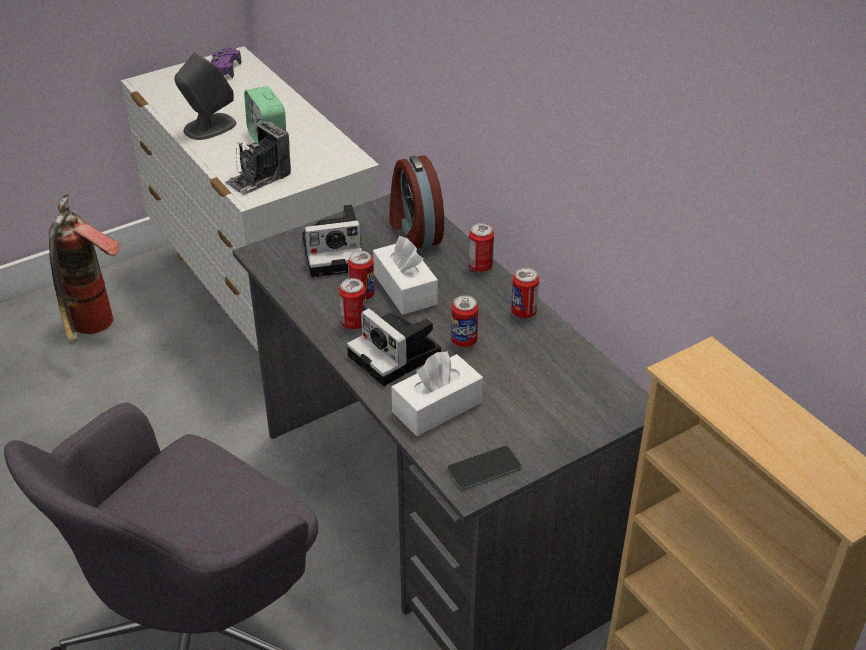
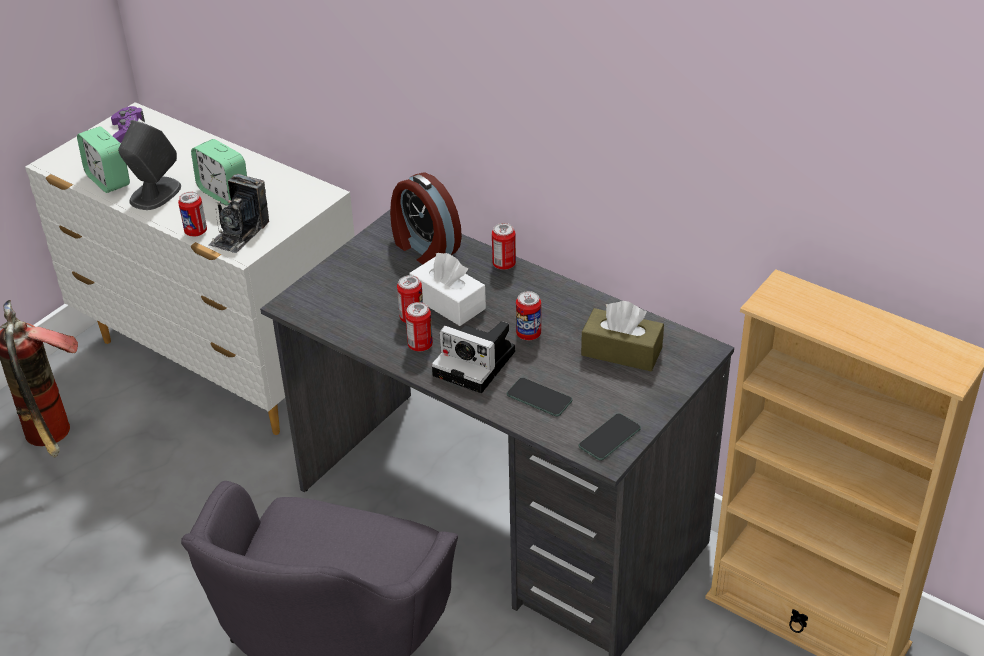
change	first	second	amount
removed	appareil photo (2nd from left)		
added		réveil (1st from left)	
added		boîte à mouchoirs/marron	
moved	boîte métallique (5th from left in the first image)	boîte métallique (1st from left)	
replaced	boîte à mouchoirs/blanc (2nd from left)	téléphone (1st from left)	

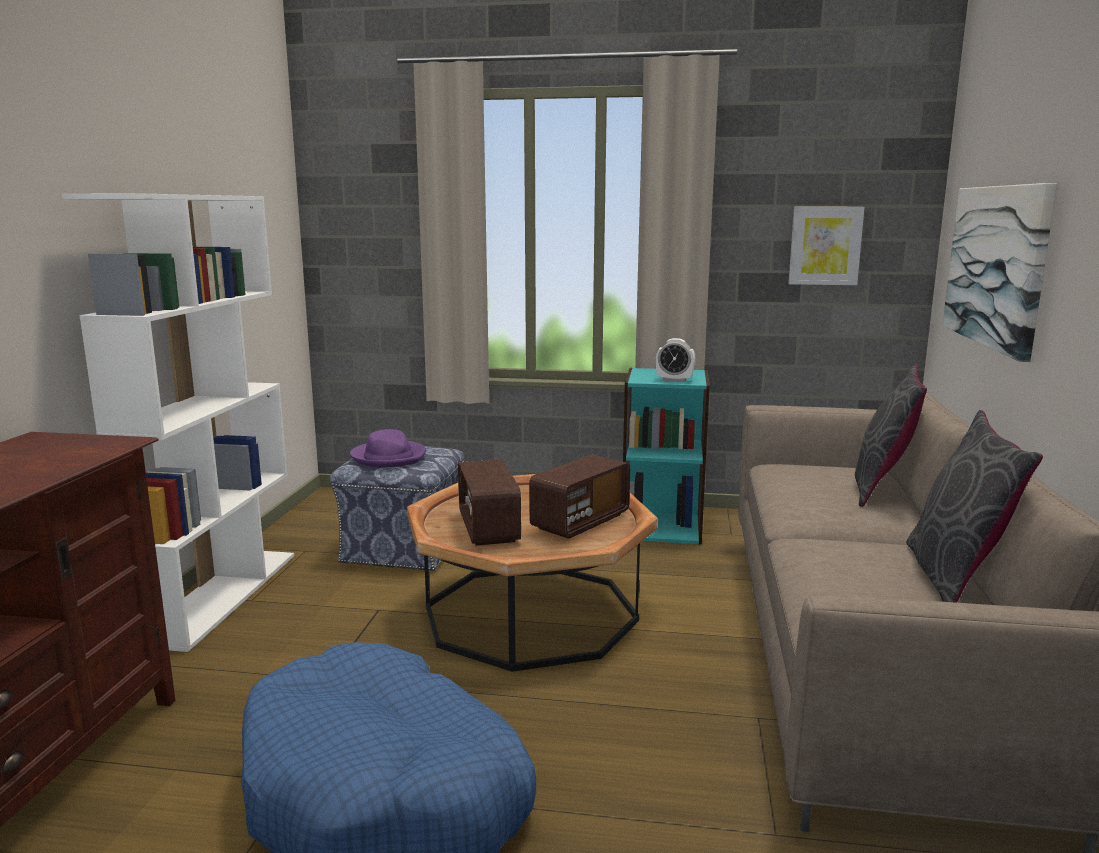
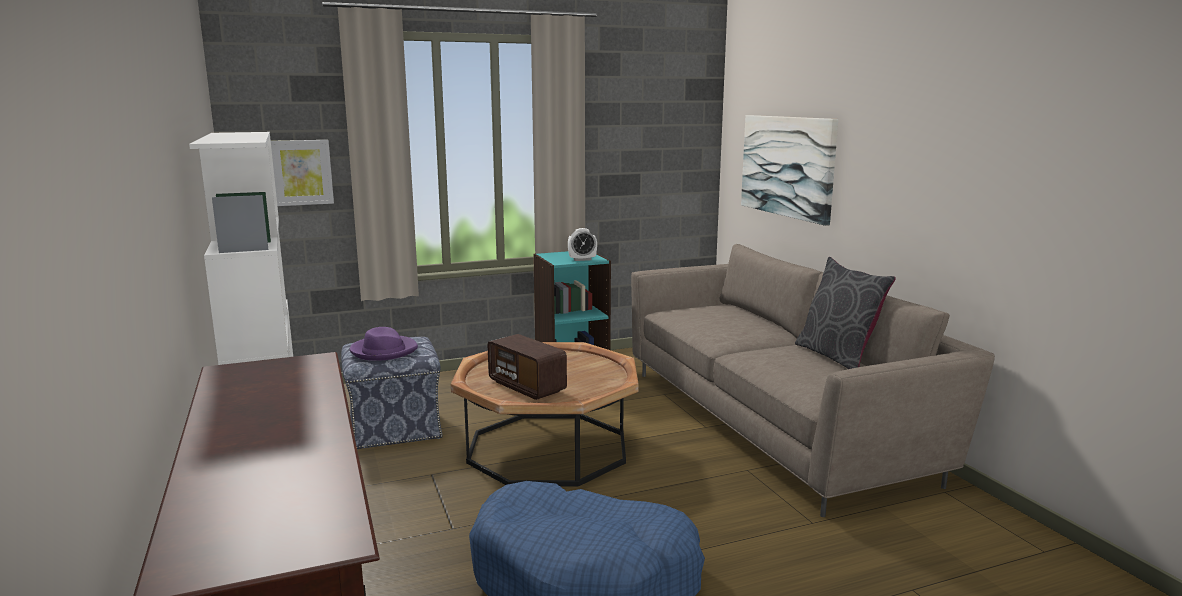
change	first	second	amount
removed	radio (2nd from left)		
removed	coussin/gris (1st from left)		
moved	tableau (1st from left)		

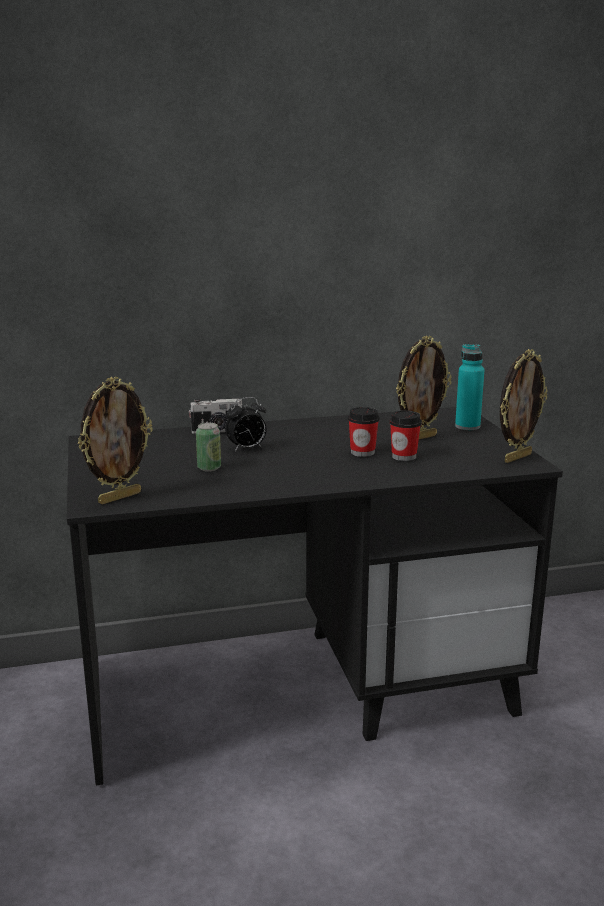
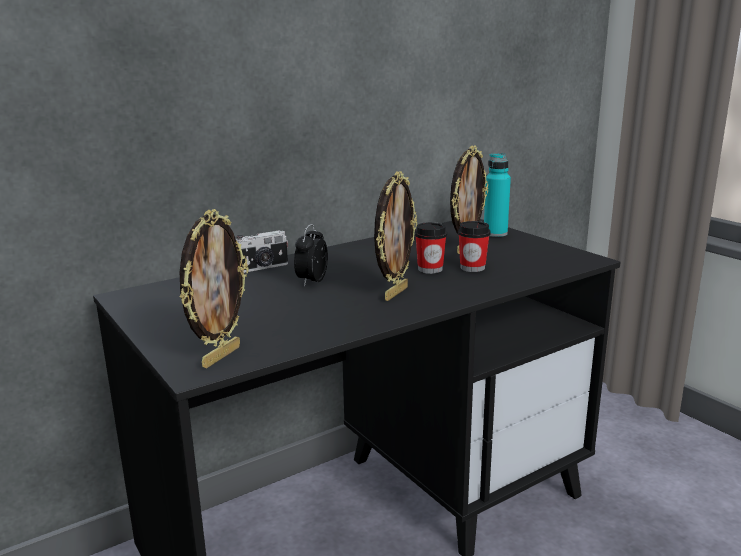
change	first	second	amount
removed	boîte métallique		
moved	cadre photo (3rd from left in the first image)	cadre photo (2nd from left)	
turned	réveil		150 degrees clockwise

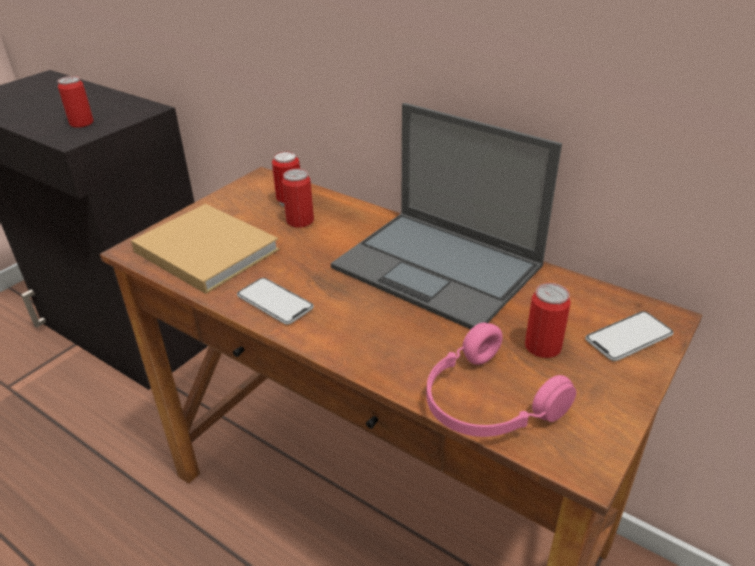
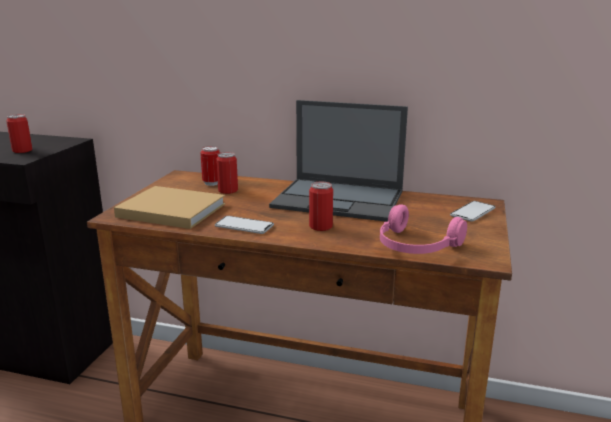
change	first	second	amount
moved	boîte métallique (4th from left)		

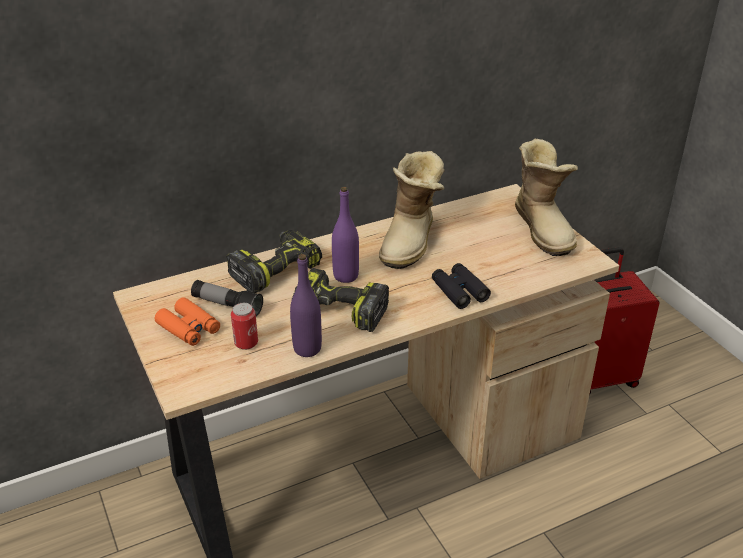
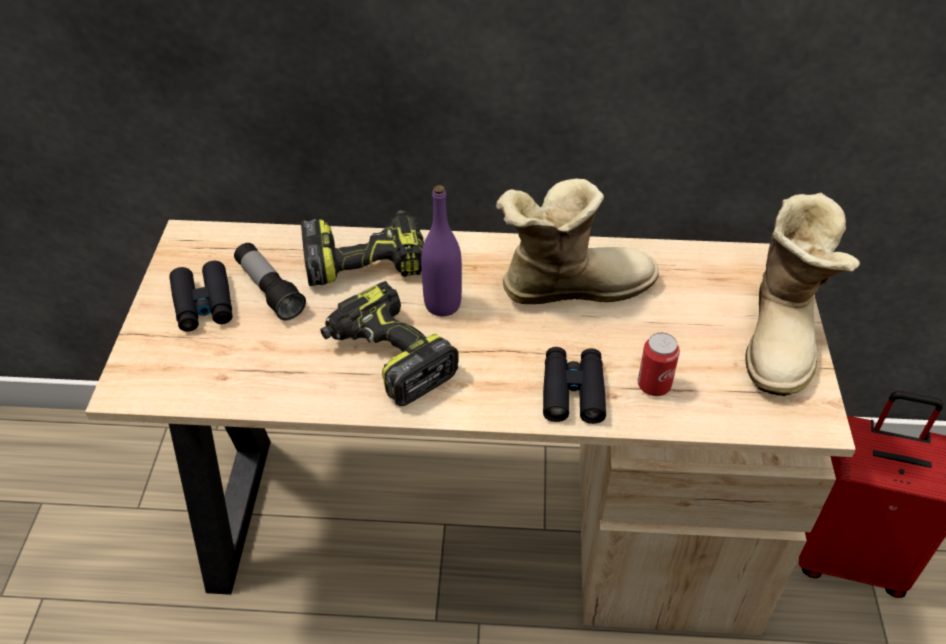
change	first	second	amount
removed	bouteille/violet (1st from left)		
moved	boîte métallique		
recoloured	jumelles/orange	jumelles/noir (1st from left)	
turned	botte (1st from left)		150 degrees counterclockwise

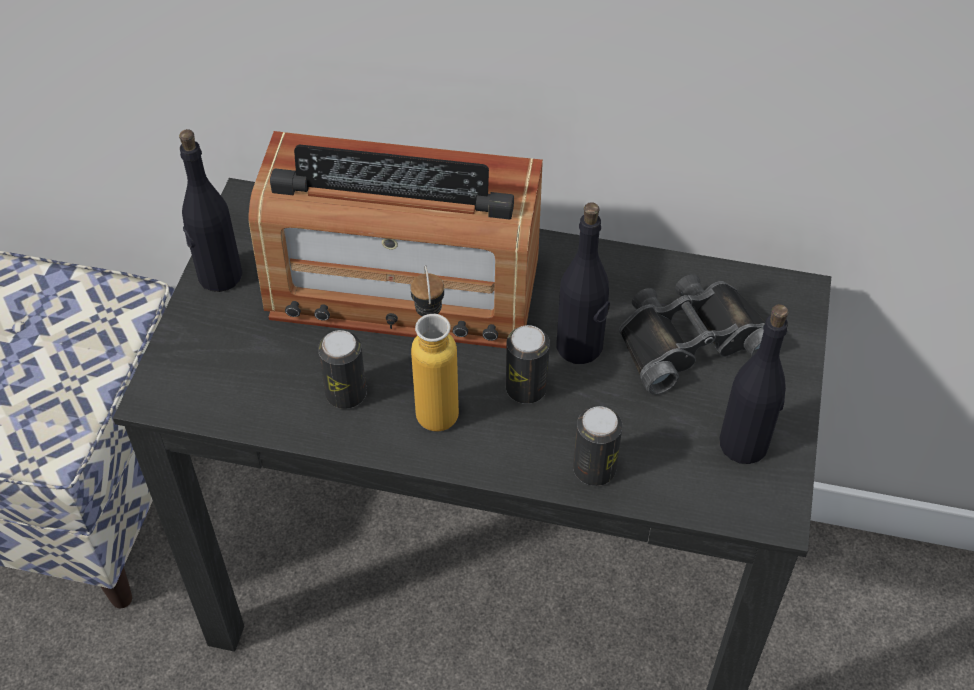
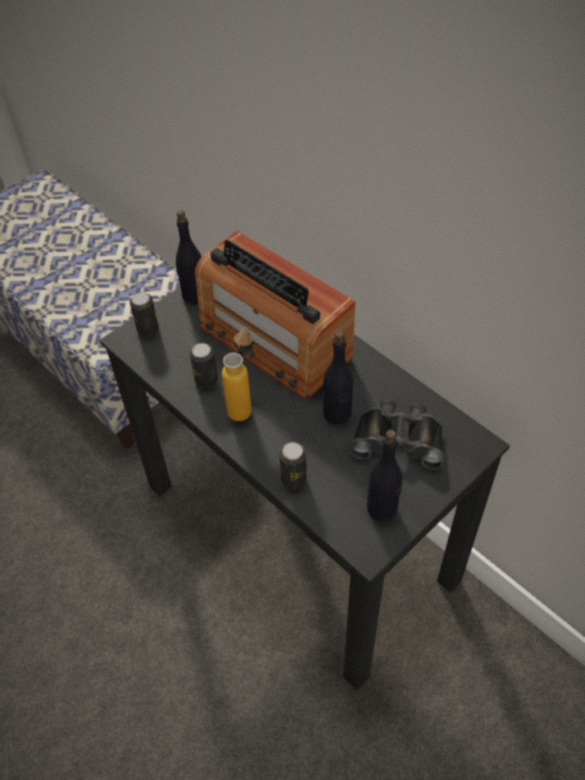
change	first	second	amount
moved	boîte métallique (2nd from left in the first image)	boîte métallique (1st from left)	

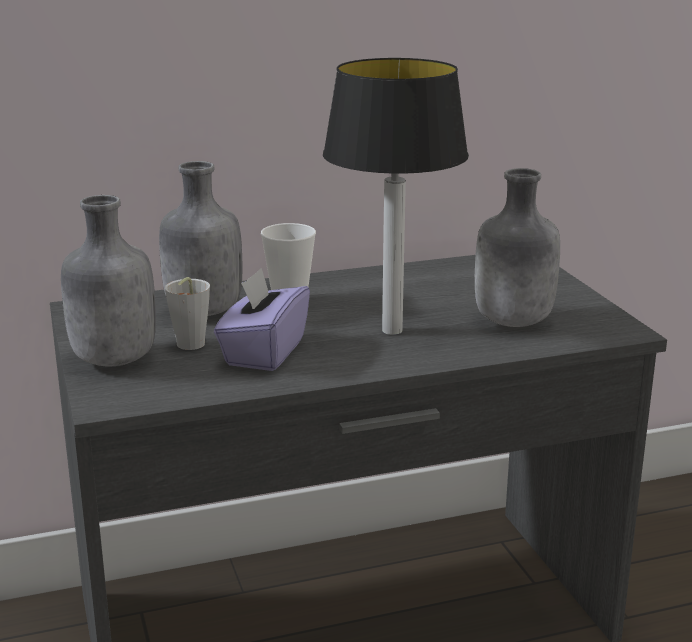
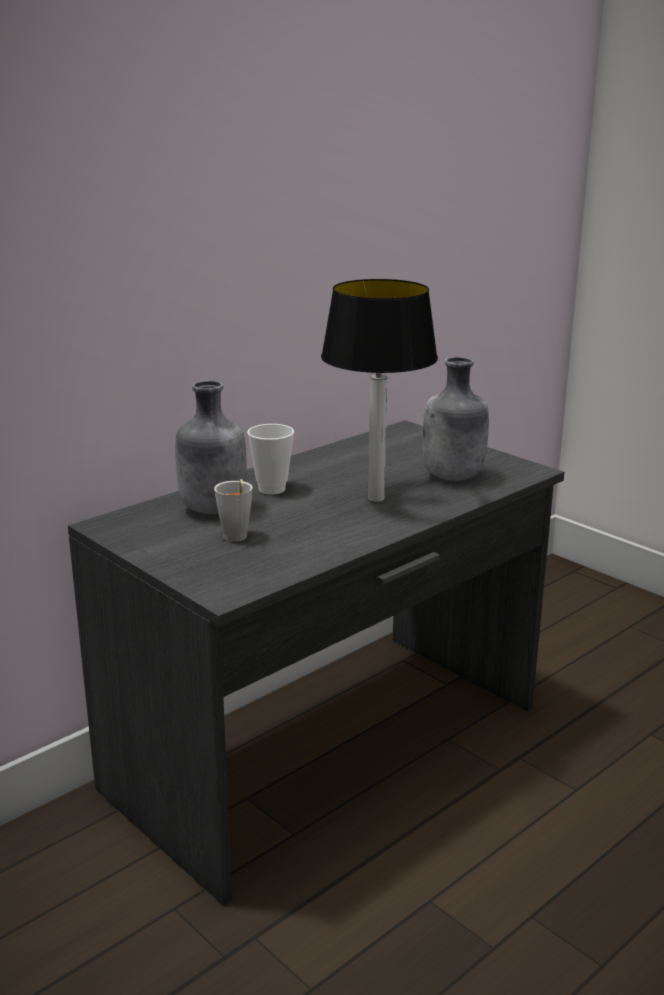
change	first	second	amount
removed	bouteille/gris (1st from left)		
removed	boîte à mouchoirs/violet		

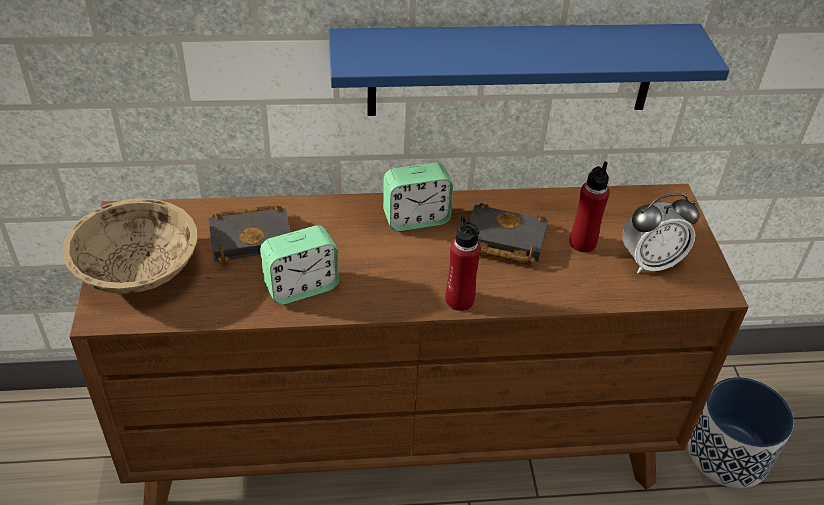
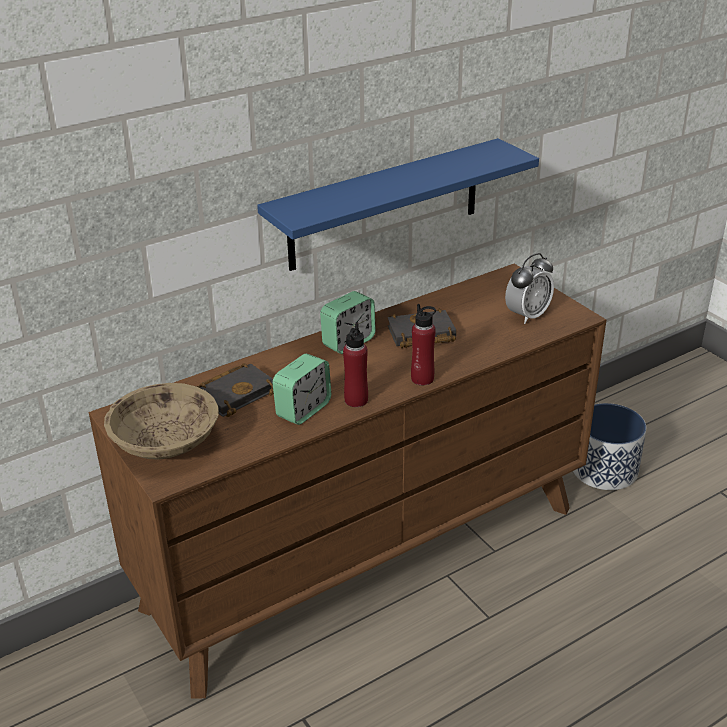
change	first	second	amount
moved	bouteille/rouge (2nd from left in the first image)	bouteille/rouge (1st from left)	

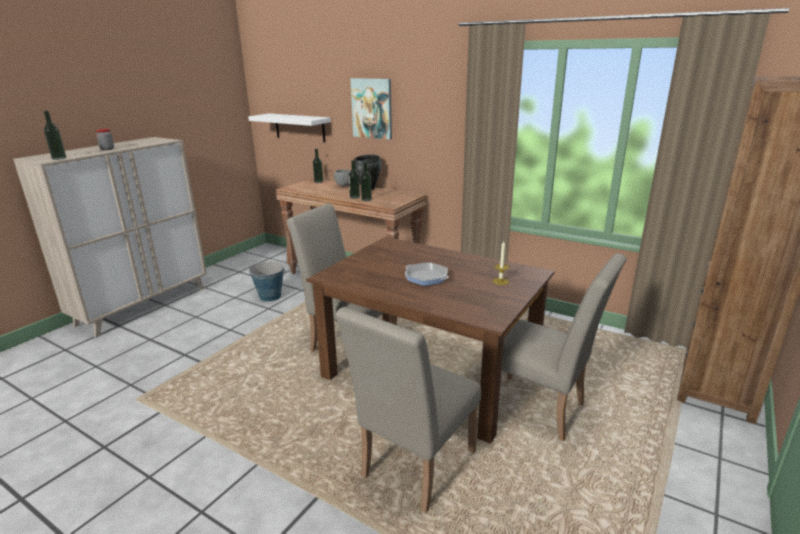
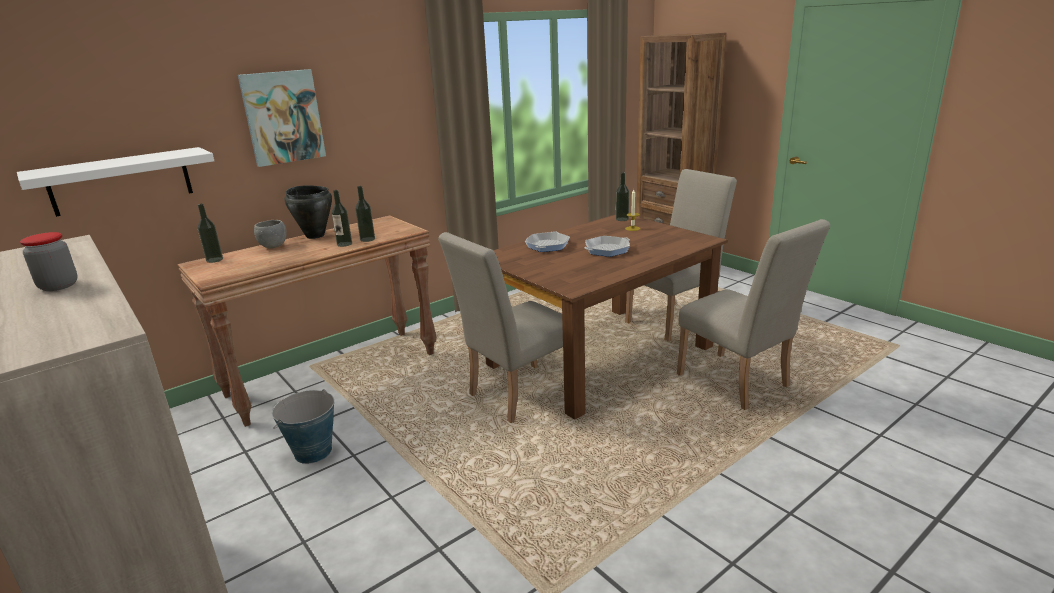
change	first	second	amount
added		poêle (1st from left)	
moved	bouteille (1st from left in the first image)	bouteille (4th from left)	

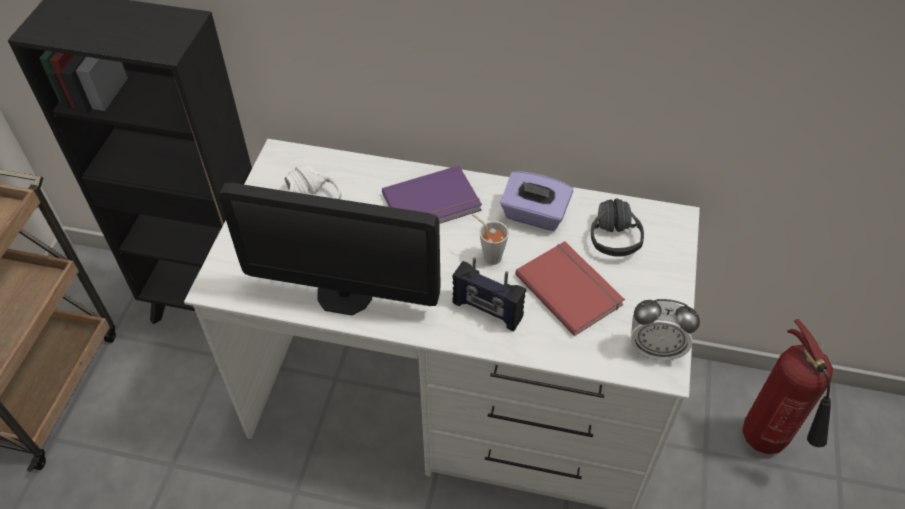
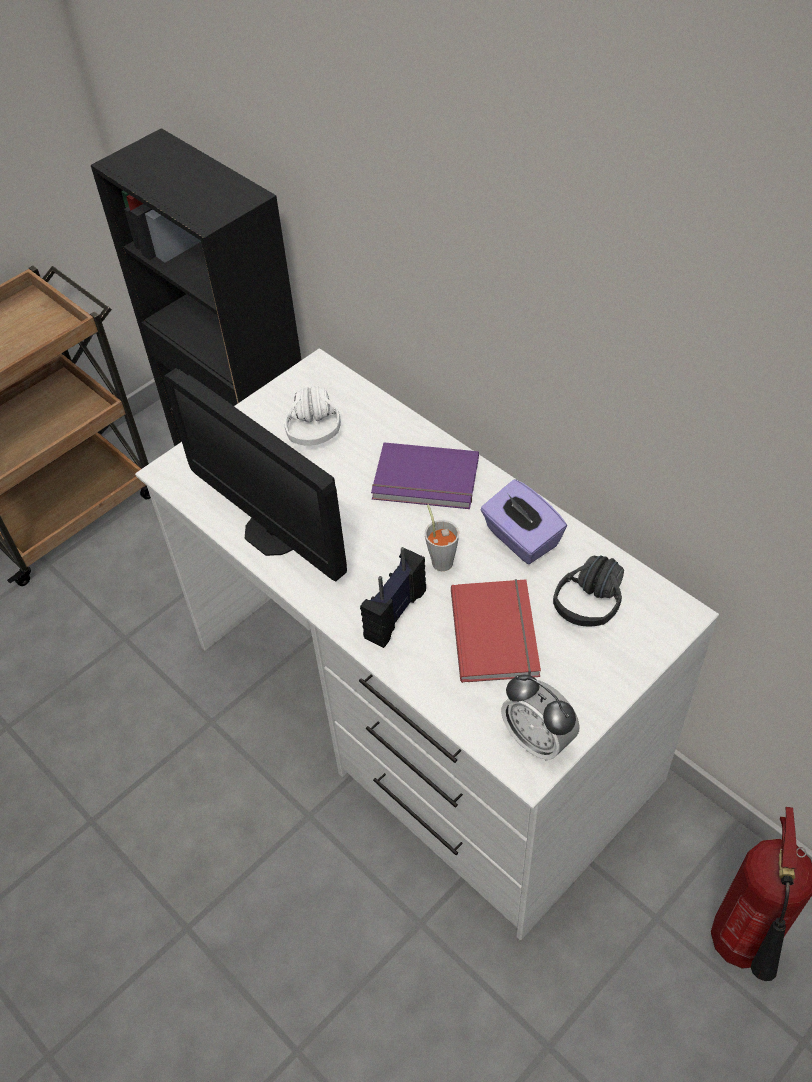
change	first	second	amount
turned	radio		60 degrees clockwise

